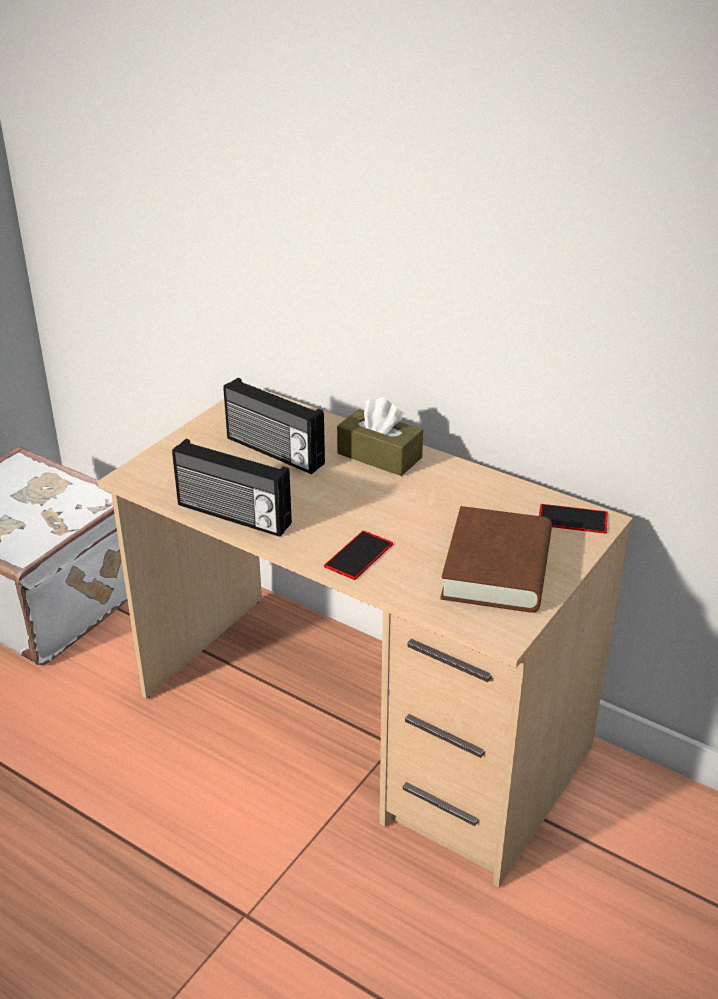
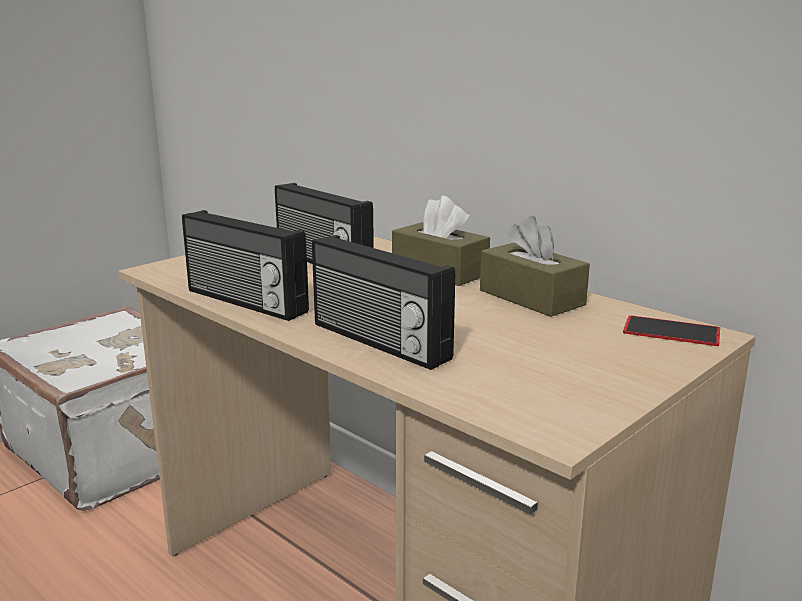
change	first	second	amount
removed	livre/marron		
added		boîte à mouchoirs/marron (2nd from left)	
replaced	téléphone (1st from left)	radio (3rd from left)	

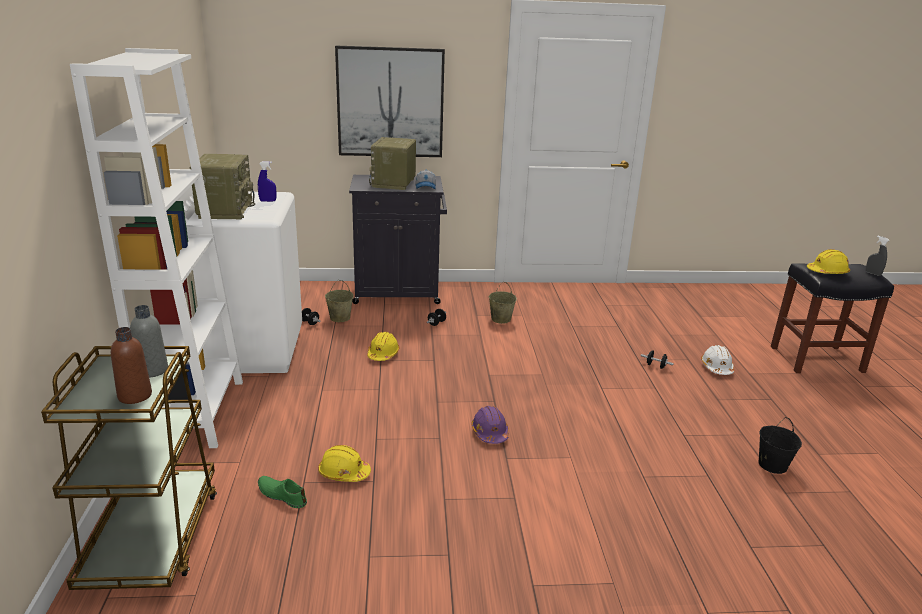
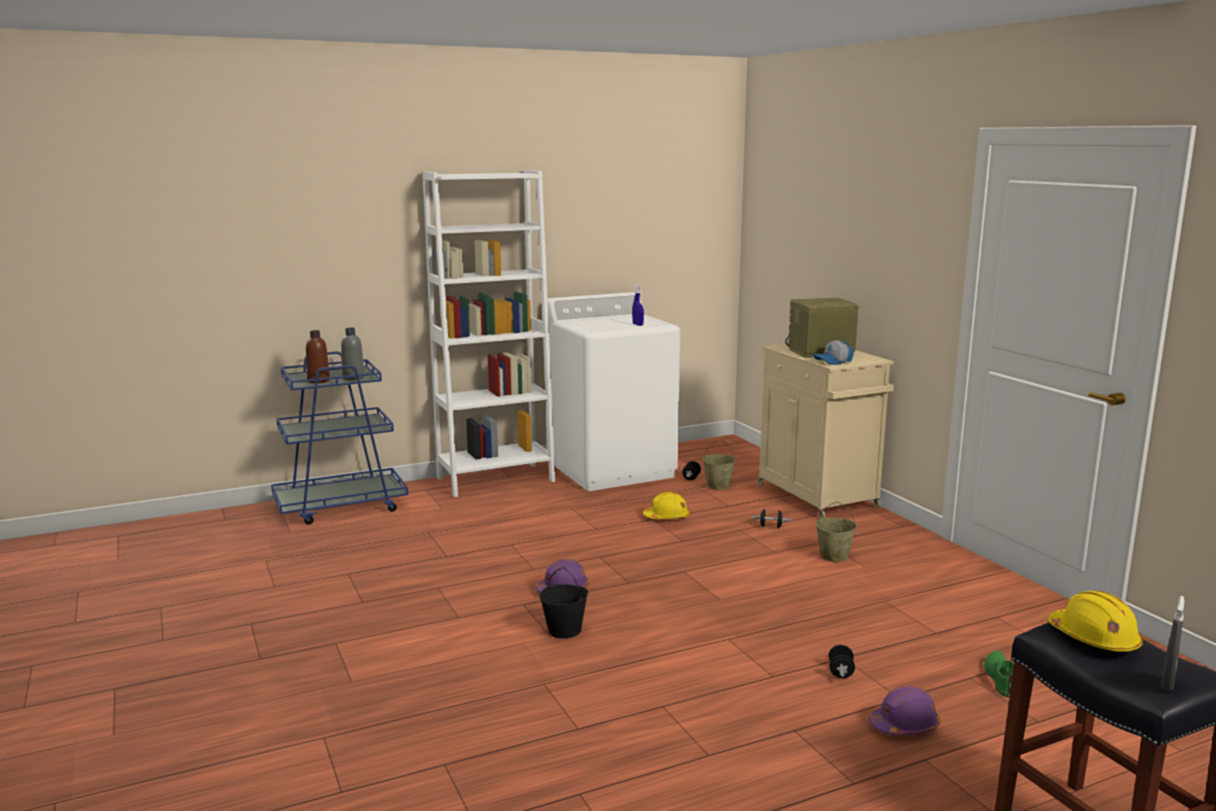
change	first	second	amount
removed	radio (1st from left)		
removed	casque de chantier/jaune (1st from left)		
removed	tableau		
moved	chaussure/vert		
moved	seau/noir		
recoloured	chariot/marron	chariot/bleu	
recoloured	meuble de rangement/noir	meuble de rangement/beige	
recoloured	casque de chantier/blanc	casque de chantier/violet (2nd from left)	

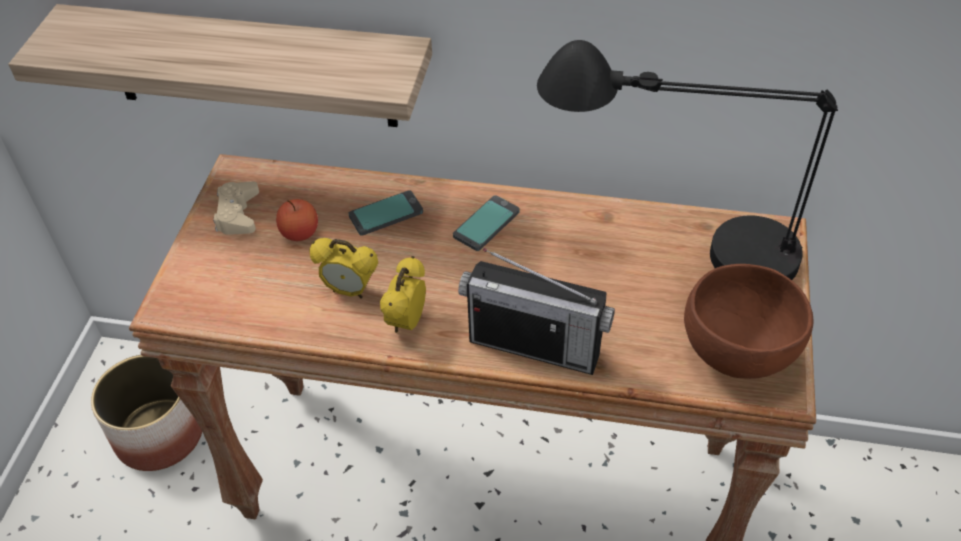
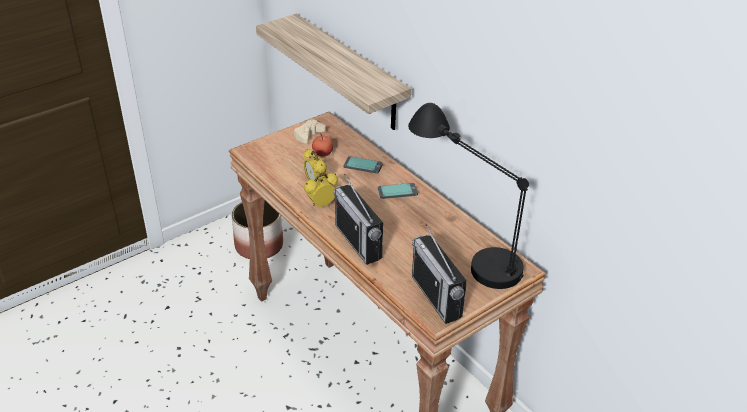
change	first	second	amount
replaced	bol/marron	radio (2nd from left)	

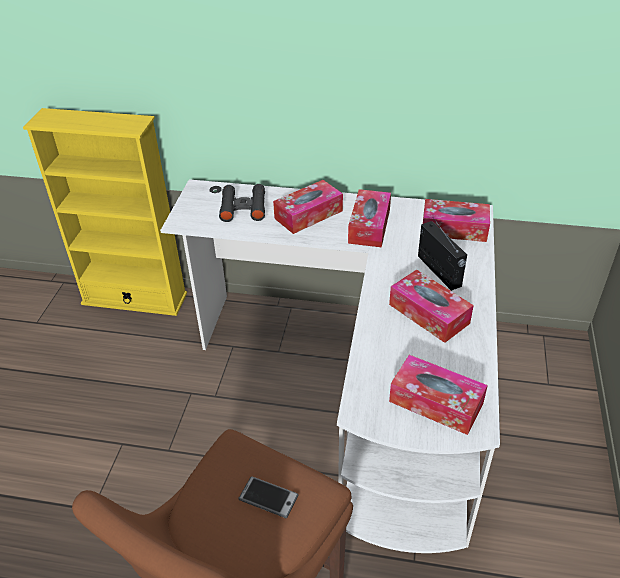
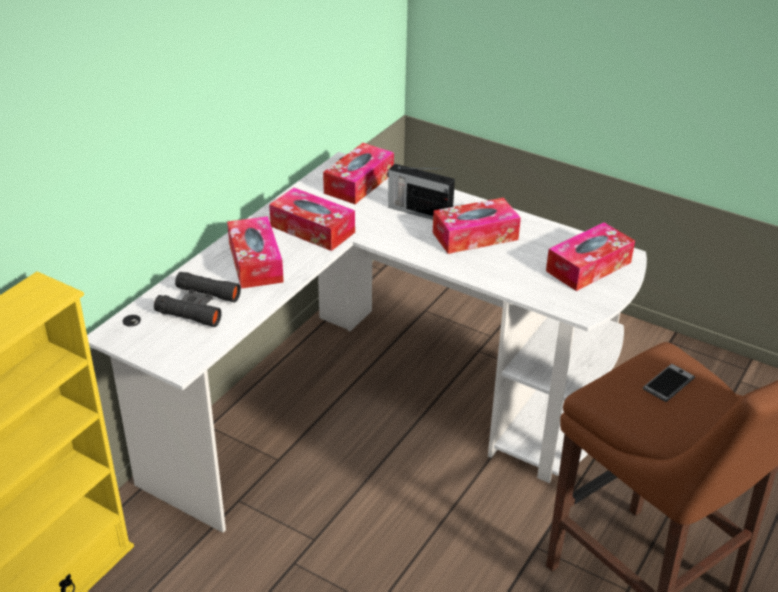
change	first	second	amount
turned	radio		150 degrees counterclockwise

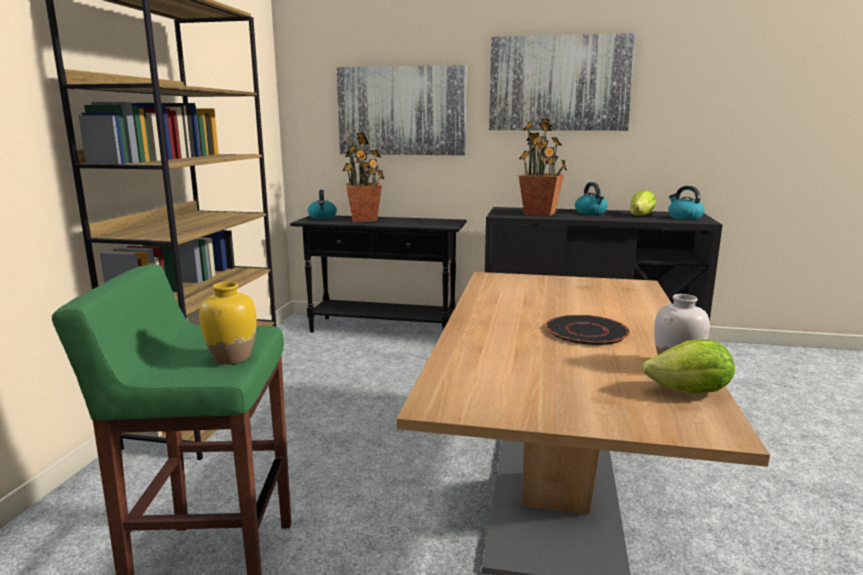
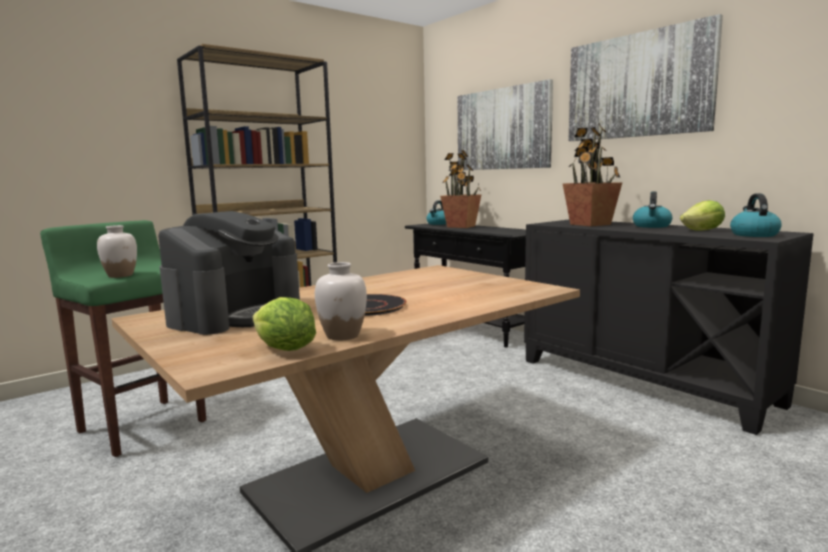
change	first	second	amount
added		machine à café	
recoloured	vase/jaune	vase/blanc (1st from left)	

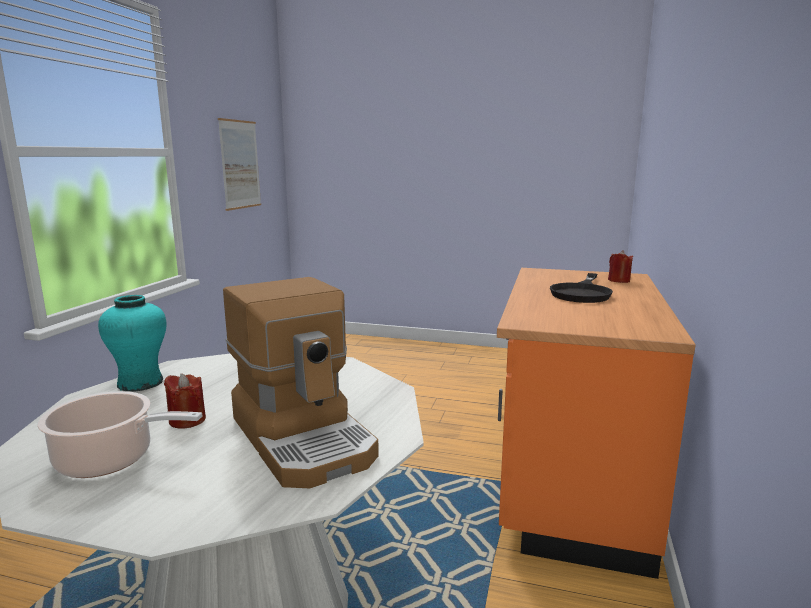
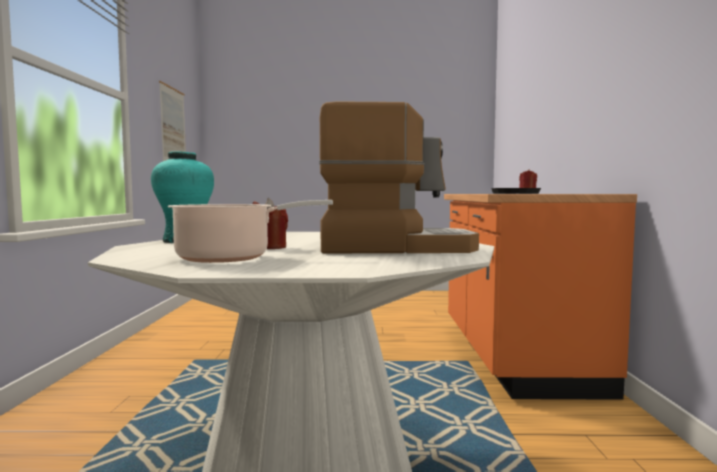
change	first	second	amount
turned	machine à café		45 degrees counterclockwise

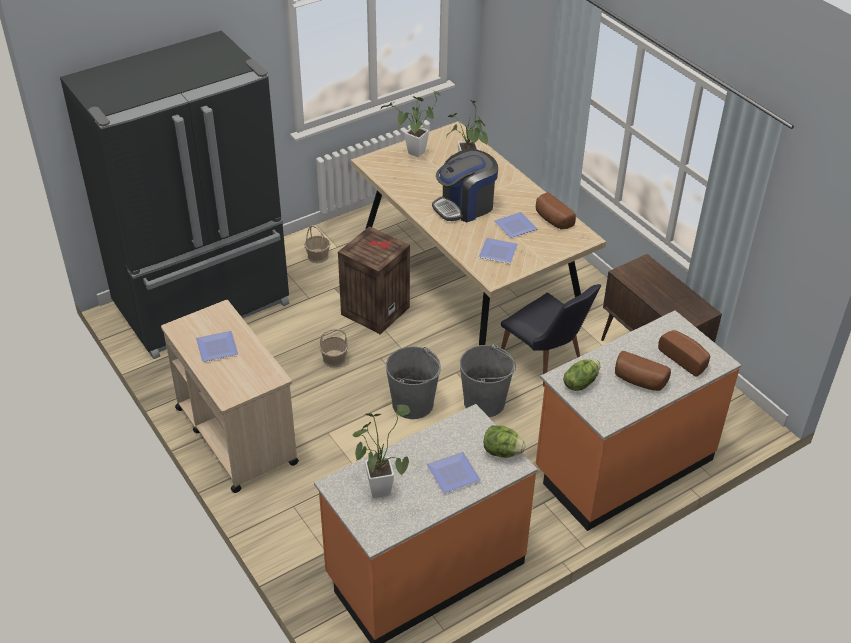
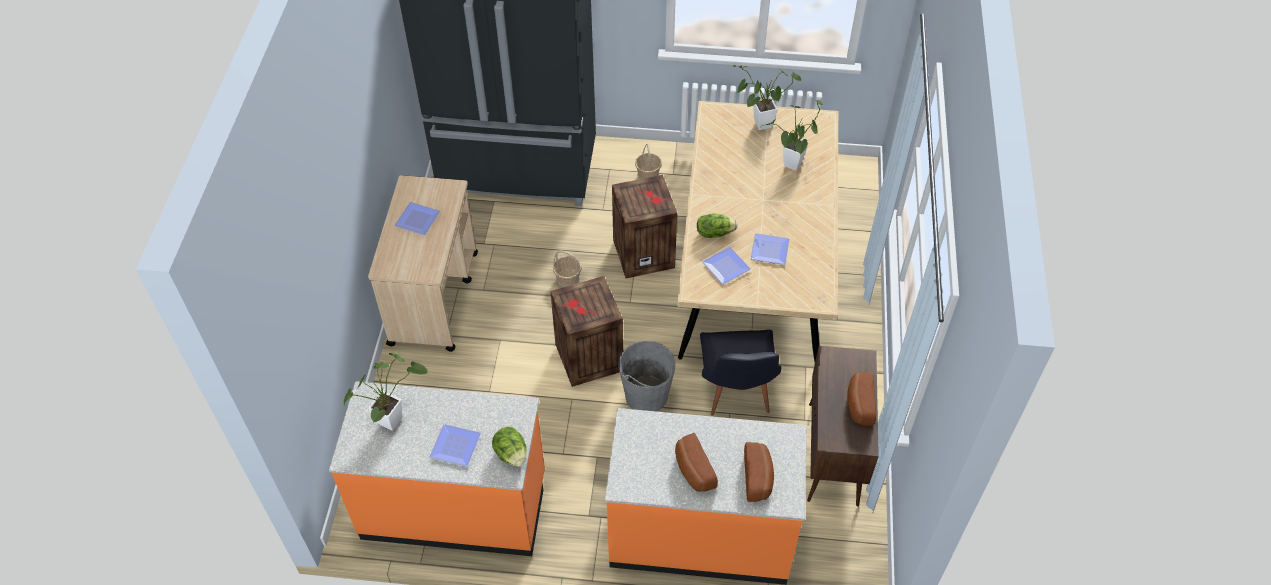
change	first	second	amount
removed	machine à café		
moved	pain (1st from left in the first image)	pain (3rd from left)	
moved	laitue (2nd from left)		
replaced	seau/gris (1st from left)	caisse (1st from left)	

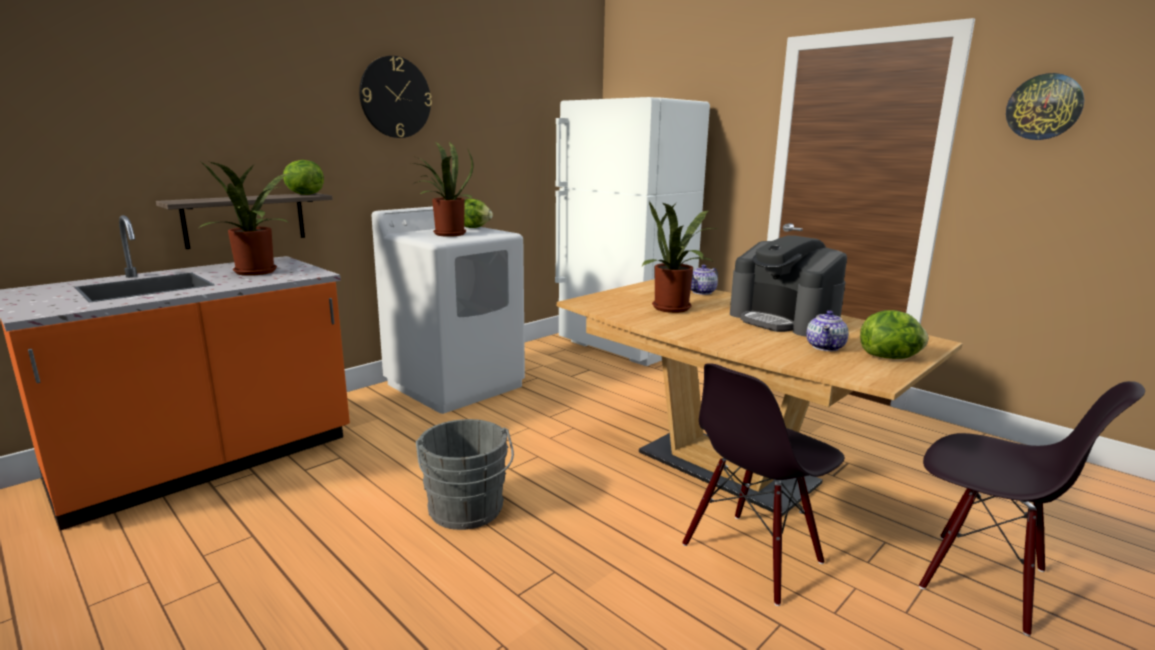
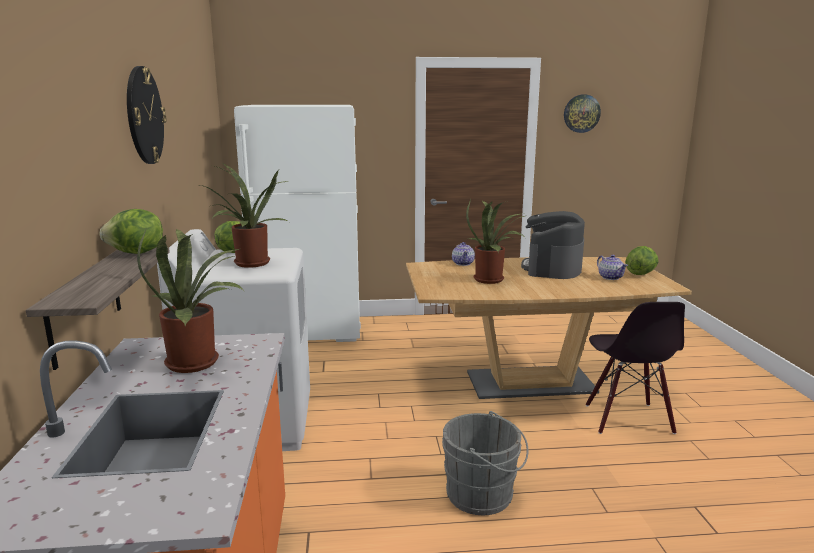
change	first	second	amount
removed	chaise/noir (2nd from left)		
turned	machine à café		105 degrees clockwise

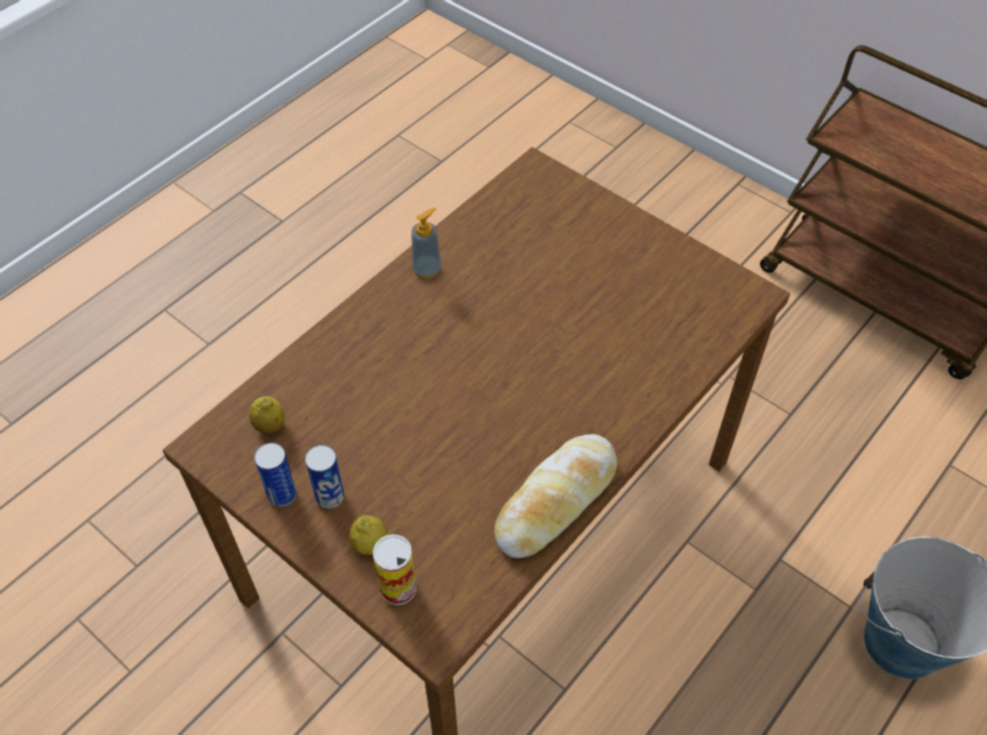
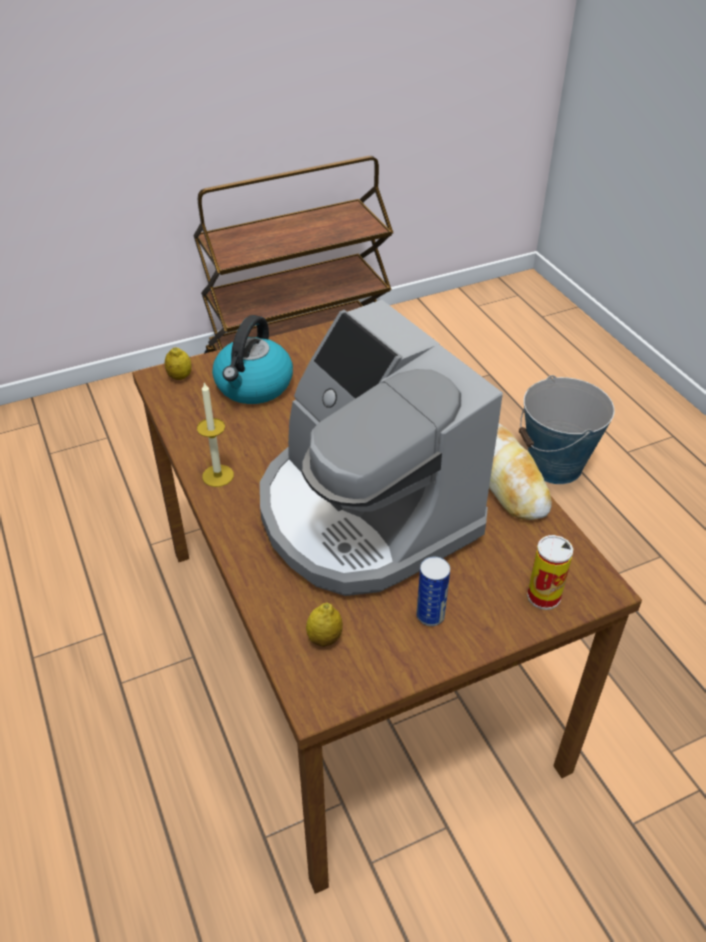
change	first	second	amount
removed	boîte métallique (1st from left)		
added		bouilloire	
added		machine à café	
moved	citron (2nd from left in the first image)	citron (1st from left)	
replaced	distributeur de savon	bougie	

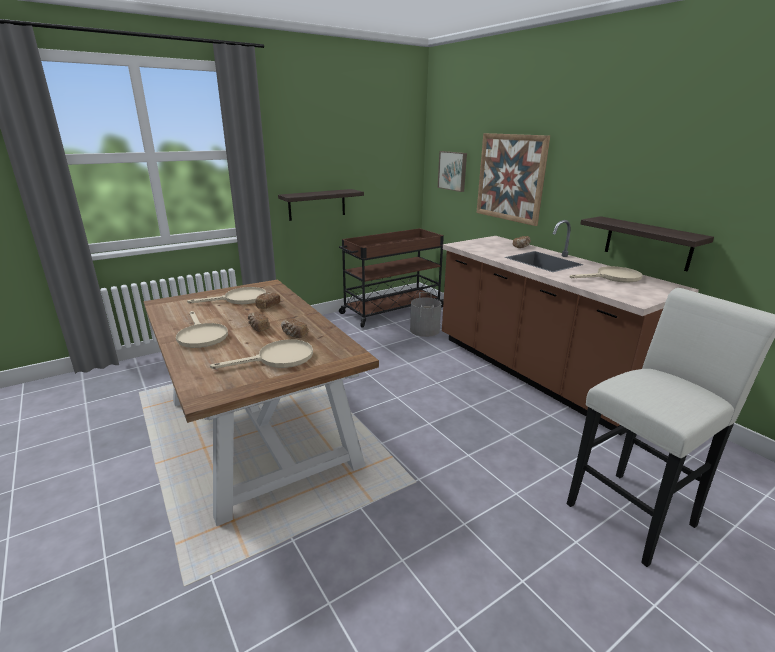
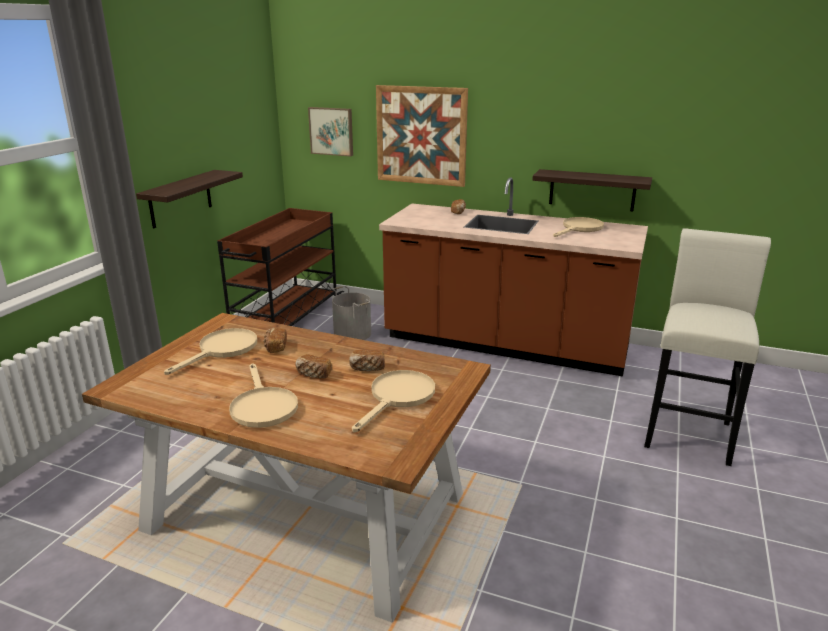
change	first	second	amount
turned	poêle/beige (1st from left in the first image)	poêle/beige (2nd from left)	45 degrees clockwise

